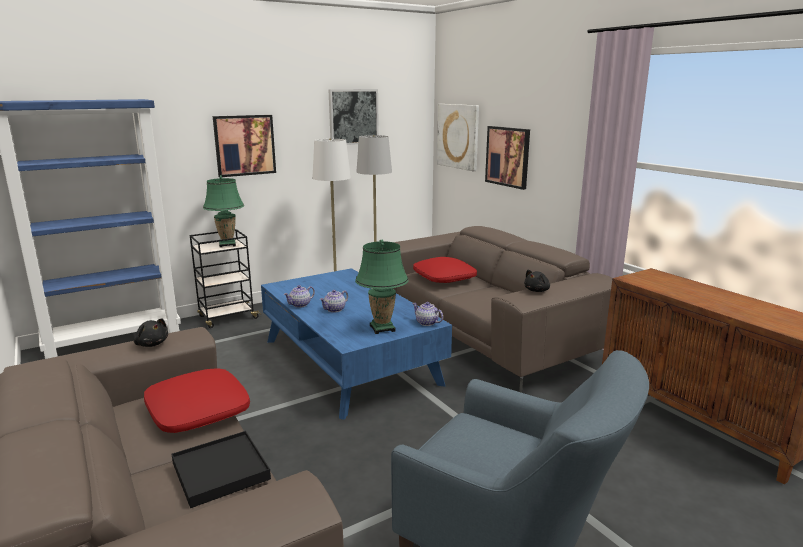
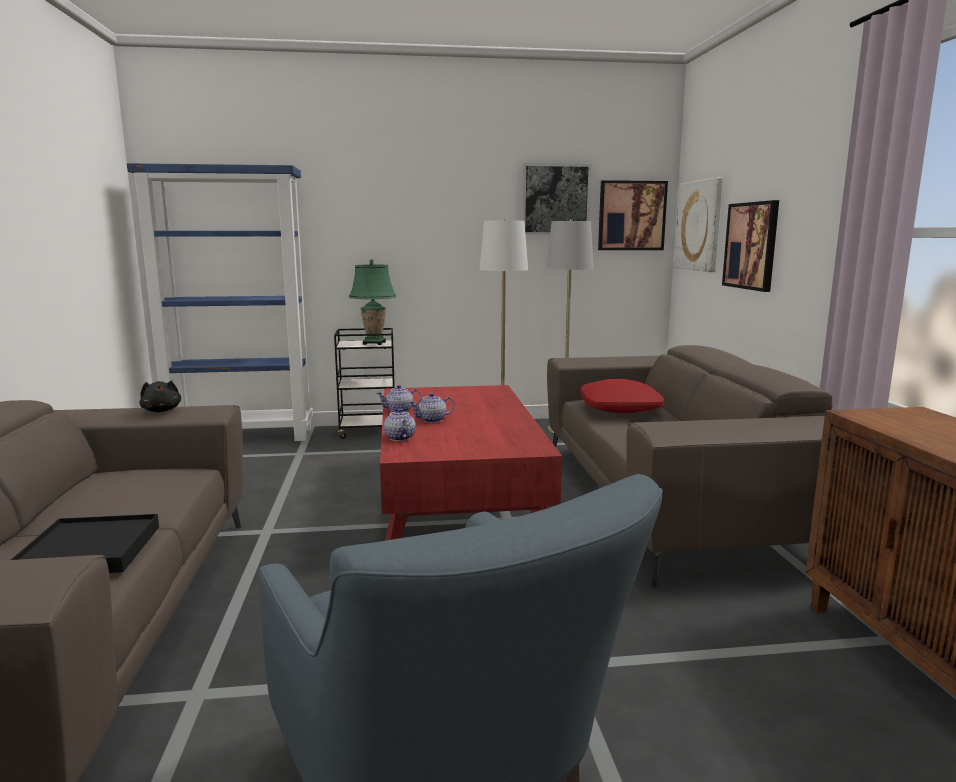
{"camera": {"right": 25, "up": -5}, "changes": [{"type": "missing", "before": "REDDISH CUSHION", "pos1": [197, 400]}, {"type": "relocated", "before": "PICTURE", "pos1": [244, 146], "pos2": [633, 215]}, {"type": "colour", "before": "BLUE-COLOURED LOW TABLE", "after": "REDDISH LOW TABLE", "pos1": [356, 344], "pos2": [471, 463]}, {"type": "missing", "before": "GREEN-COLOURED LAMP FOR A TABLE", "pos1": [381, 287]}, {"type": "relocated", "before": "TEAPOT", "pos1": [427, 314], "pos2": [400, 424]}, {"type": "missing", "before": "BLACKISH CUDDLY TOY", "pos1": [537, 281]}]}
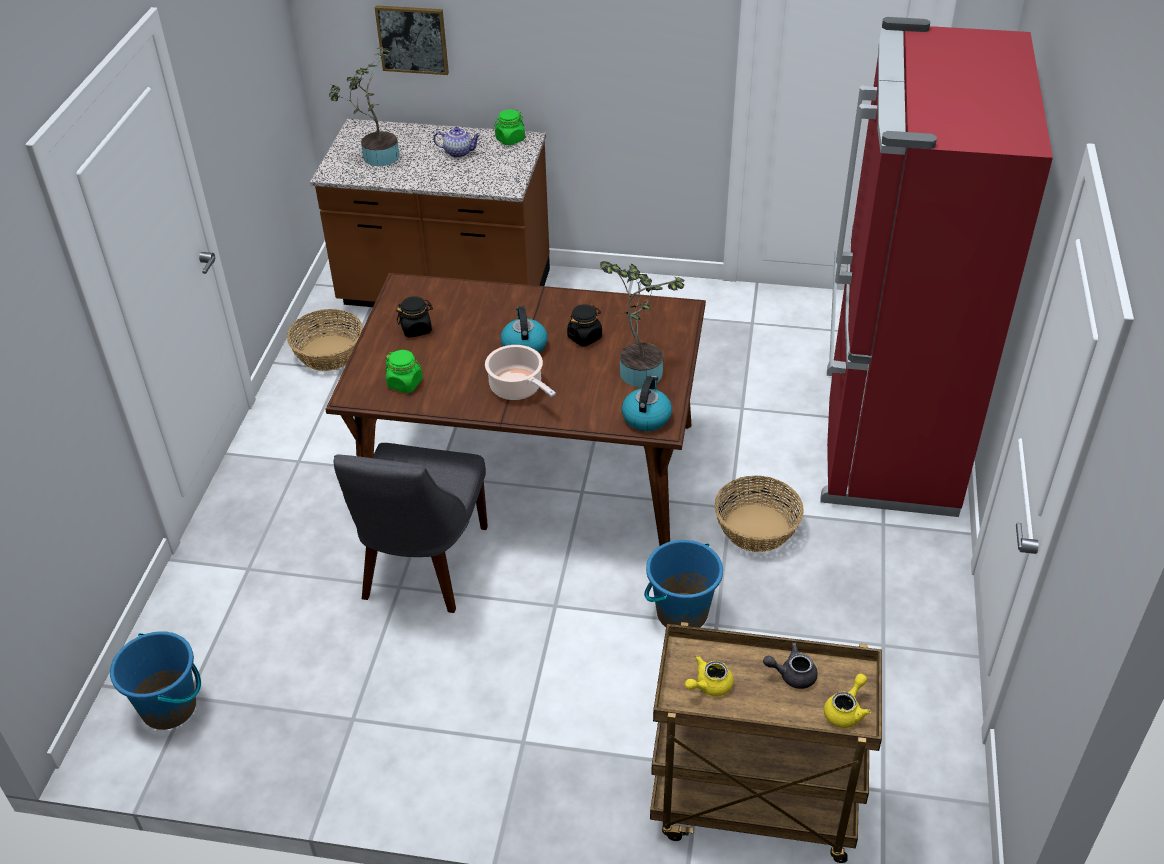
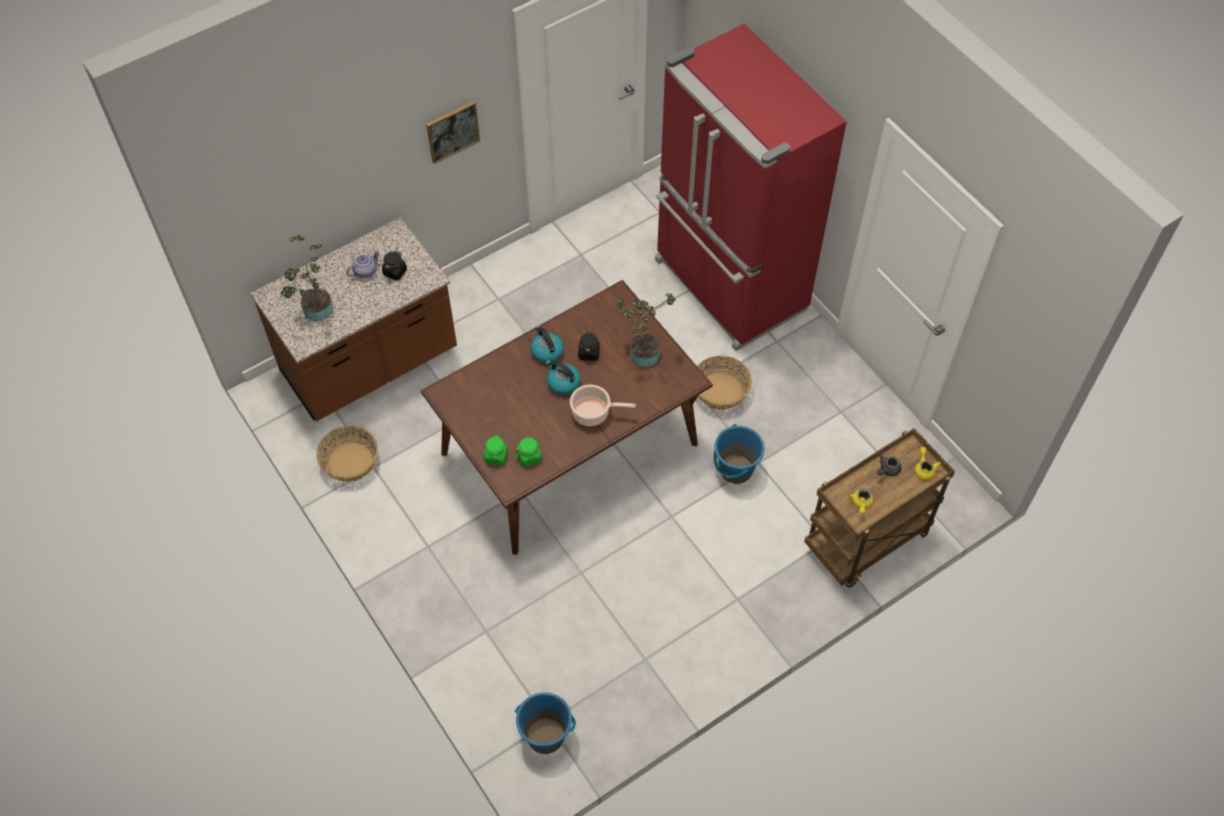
{"camera": {"right": -45, "up": 15}, "changes": [{"type": "missing", "before": "GRAY UPRIGHT CHAIR", "pos1": [410, 528]}, {"type": "relocated", "before": "PICTURE", "pos1": [412, 40], "pos2": [453, 132]}, {"type": "relocated", "before": "BLACKISH JAR", "pos1": [415, 317], "pos2": [394, 265]}, {"type": "relocated", "before": "GREEN-COLOURED JAR", "pos1": [509, 127], "pos2": [496, 450]}, {"type": "relocated", "before": "WATER KETTLE", "pos1": [647, 403], "pos2": [547, 344]}]}
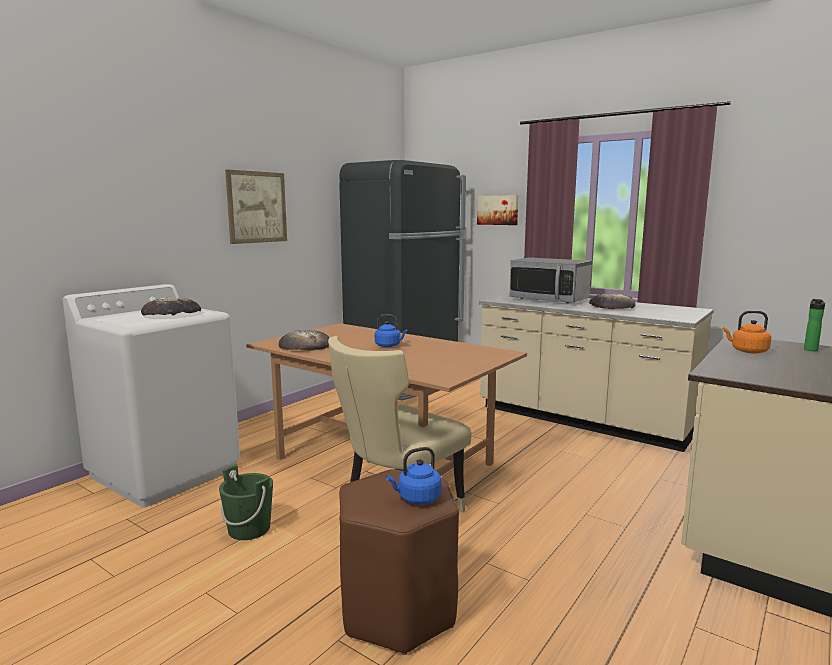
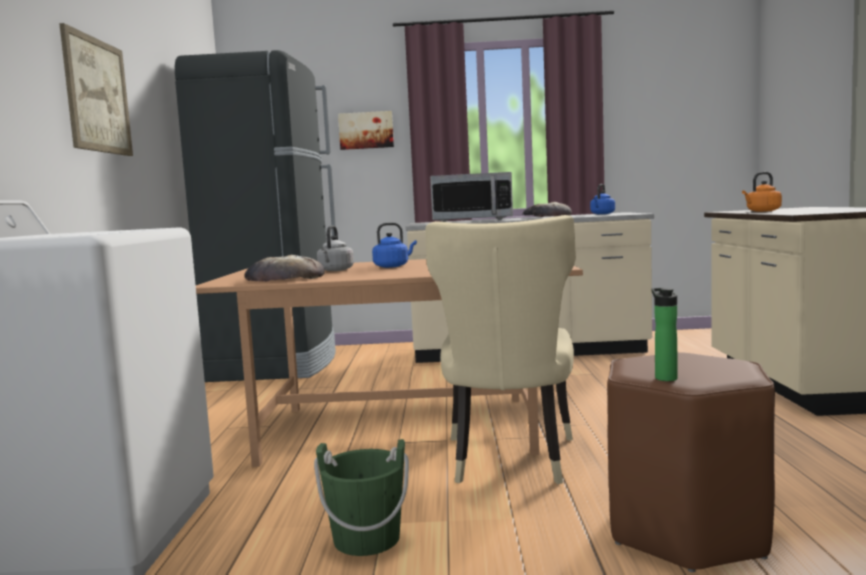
{"camera": {"right": -35, "up": -5}, "changes": [{"type": "missing", "before": "BAKED BREAD", "pos1": [171, 306]}, {"type": "relocated", "before": "BLUE-COLOURED WATER KETTLE", "pos1": [413, 476], "pos2": [602, 199]}, {"type": "relocated", "before": "BEVERAGE BOTTLE", "pos1": [814, 325], "pos2": [665, 334]}, {"type": "appeared", "after": "GRAY WATER KETTLE", "pos2": [335, 248]}]}
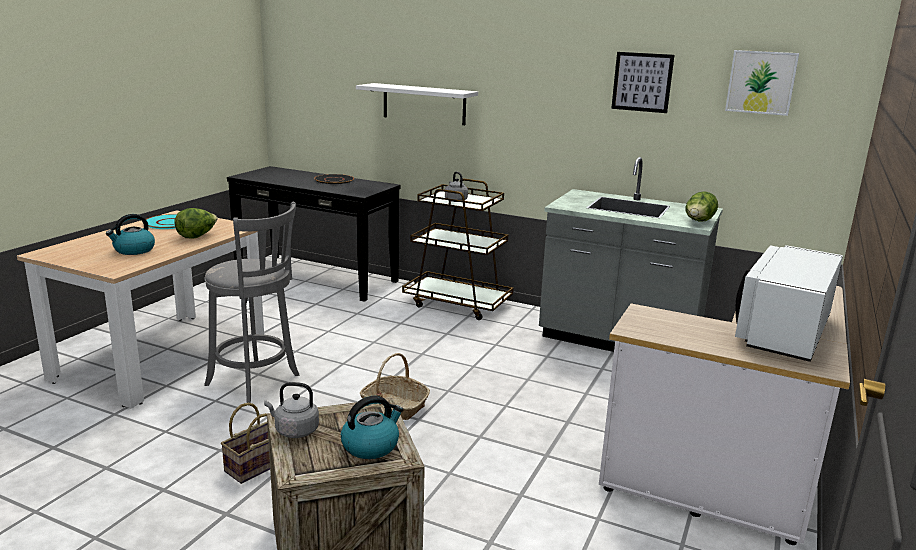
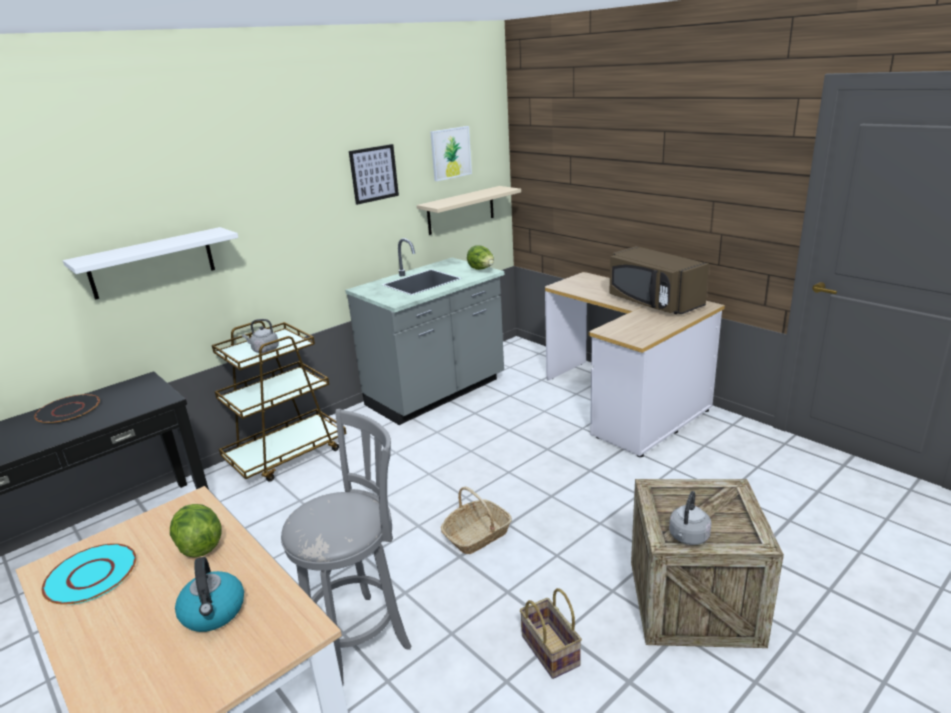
{"camera": {"right": -65, "up": 5}, "changes": [{"type": "missing", "before": "WATER KETTLE", "pos1": [372, 427]}, {"type": "colour", "before": "WHITISH MICROWAVE OVEN", "after": "BROWNISH MICROWAVE OVEN", "pos1": [789, 303], "pos2": [659, 280]}, {"type": "appeared", "after": "SAND-COLOURED WALL SHELF", "pos2": [469, 210]}]}
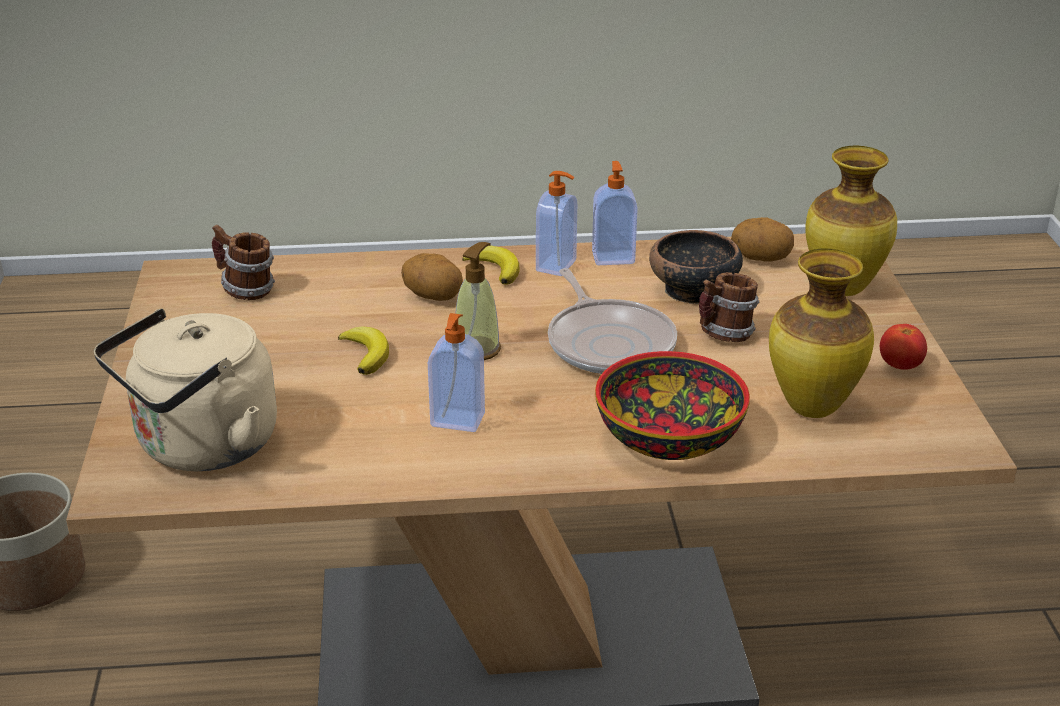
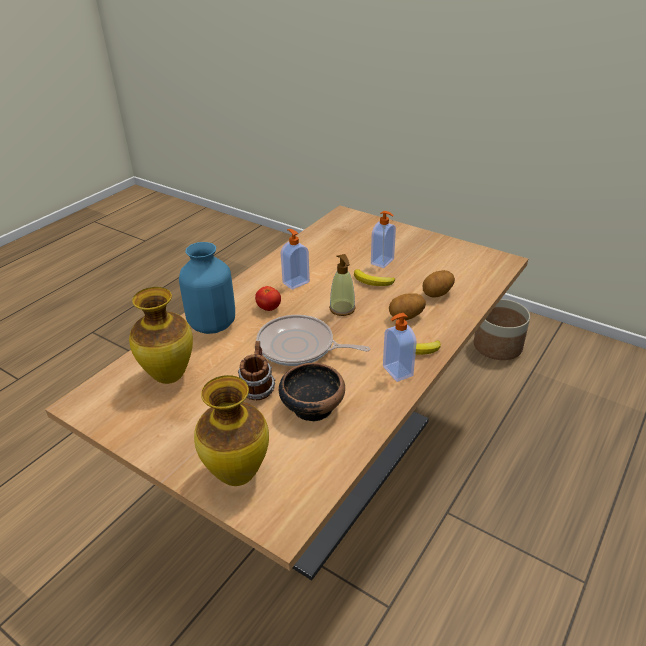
{"camera": {"right": 130, "up": 5}, "changes": [{"type": "missing", "before": "SAND-COLOURED WATER KETTLE", "pos1": [185, 390]}, {"type": "missing", "before": "COFFEE MUG", "pos1": [243, 262]}, {"type": "relocated", "before": "LIQUID SOAP BOTTLE", "pos1": [615, 213], "pos2": [383, 239]}, {"type": "exchanged", "before": "BOWL", "after": "BLUE-COLOURED DECORATIVE VASE", "pos1": [672, 405], "pos2": [207, 288]}, {"type": "relocated", "before": "POTATO", "pos1": [762, 239], "pos2": [439, 284]}, {"type": "relocated", "before": "WHOLE TOMATO", "pos1": [903, 347], "pos2": [268, 298]}]}
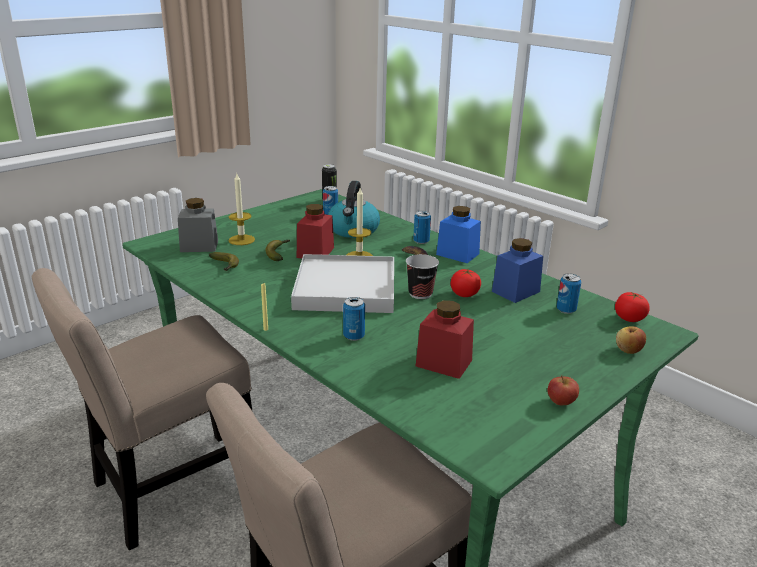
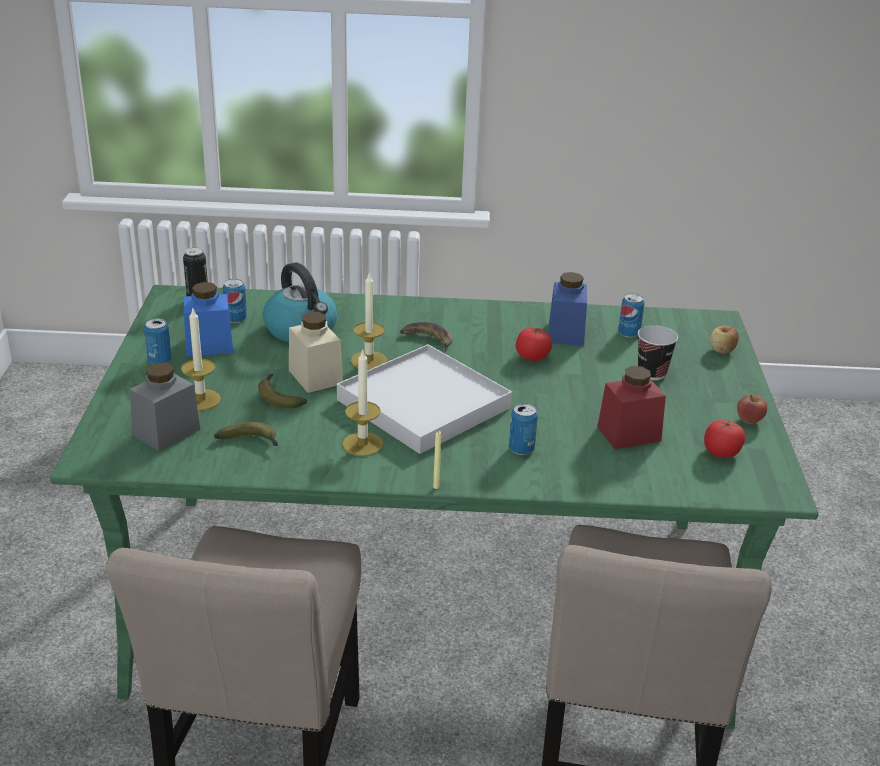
{"camera": {"right": -45, "up": 5}, "changes": [{"type": "colour", "before": "REDDISH JAR", "after": "SAND-COLOURED JAR", "pos1": [315, 231], "pos2": [316, 352]}, {"type": "relocated", "before": "DRINKING CUP", "pos1": [422, 276], "pos2": [658, 352]}, {"type": "relocated", "before": "SEALED CAN", "pos1": [422, 227], "pos2": [158, 341]}, {"type": "relocated", "before": "BLUE-COLOURED JAR", "pos1": [458, 234], "pos2": [208, 319]}, {"type": "relocated", "before": "WHOLE TOMATO", "pos1": [632, 307], "pos2": [724, 438]}, {"type": "appeared", "after": "WAX CANDLE", "pos2": [362, 402]}]}
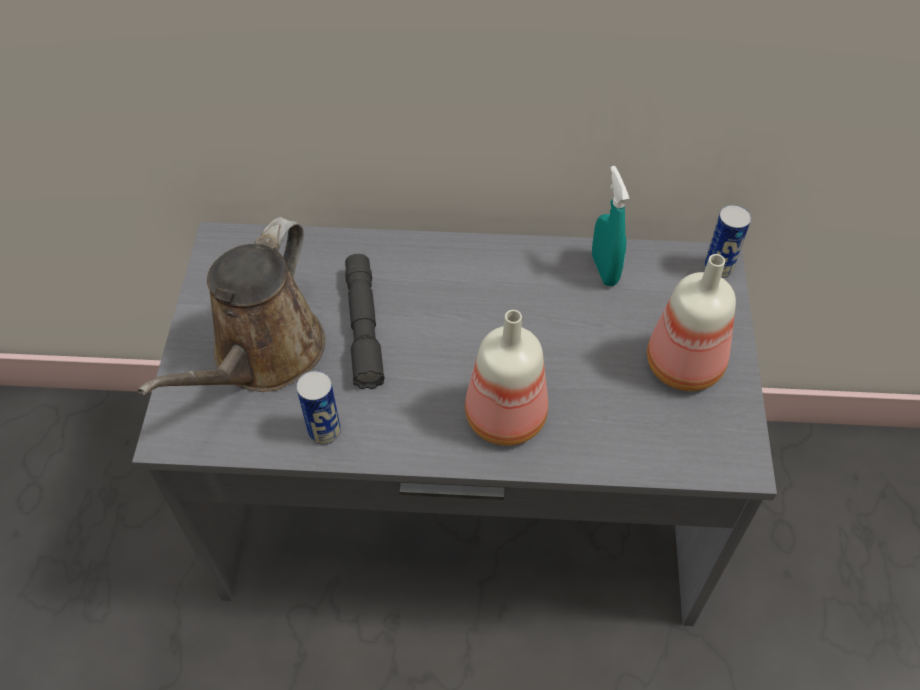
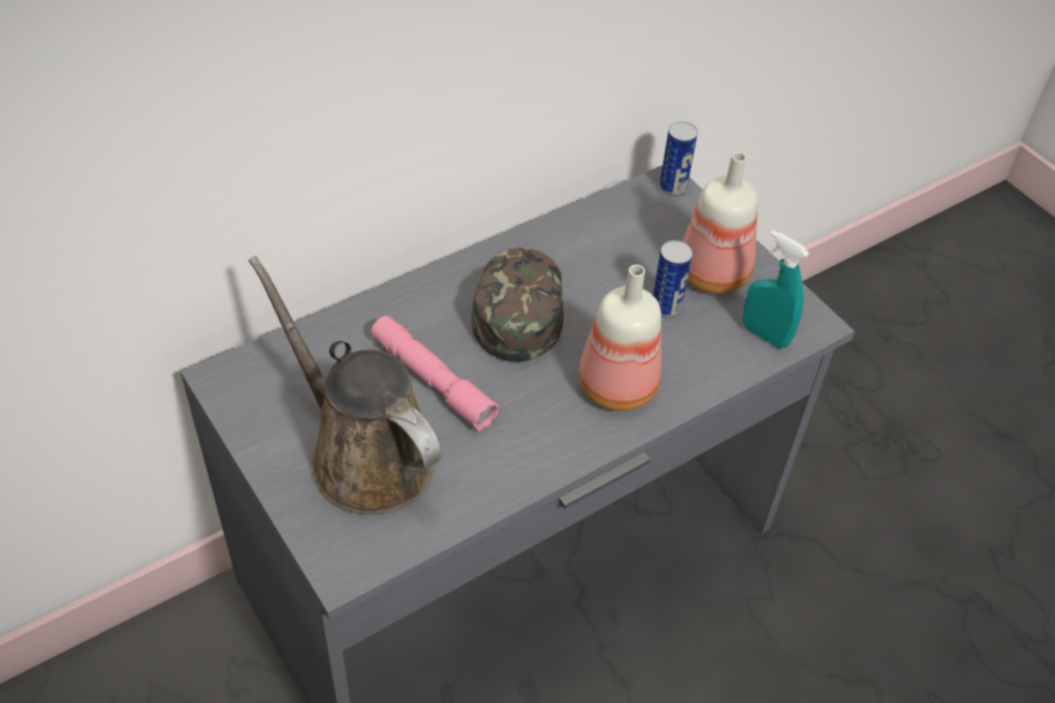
{"camera": {"right": -40, "up": -5}, "changes": [{"type": "spun", "before": "BROWNISH WATERING CAN", "pos1": [231, 306], "pos2": [345, 385], "turn": 150}, {"type": "relocated", "before": "SEALED CAN", "pos1": [318, 407], "pos2": [673, 279]}, {"type": "colour", "before": "GRAY HAND TORCH", "after": "PINKISH HAND TORCH", "pos1": [365, 321], "pos2": [435, 373]}, {"type": "relocated", "before": "BLUE-GREEN HAND SPRAYER", "pos1": [610, 226], "pos2": [776, 289]}, {"type": "appeared", "after": "GREEN-COLOURED BASEBALL CAP", "pos2": [517, 305]}]}
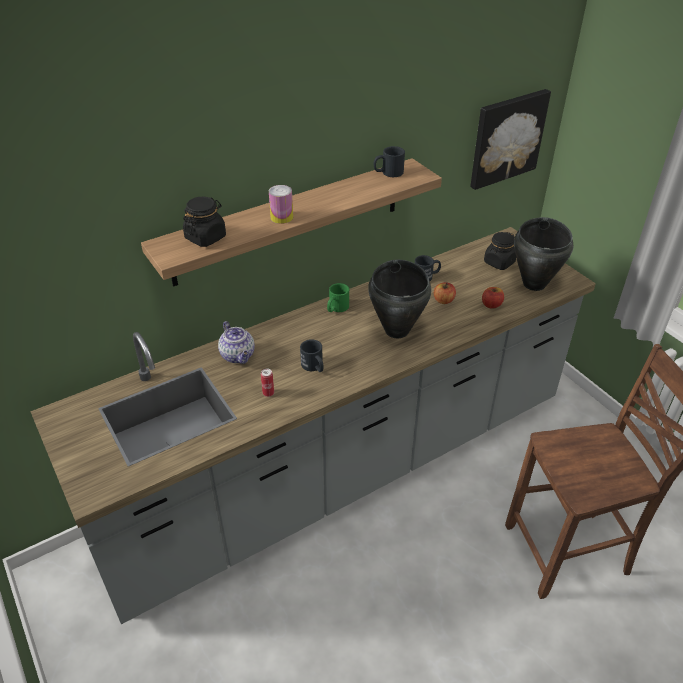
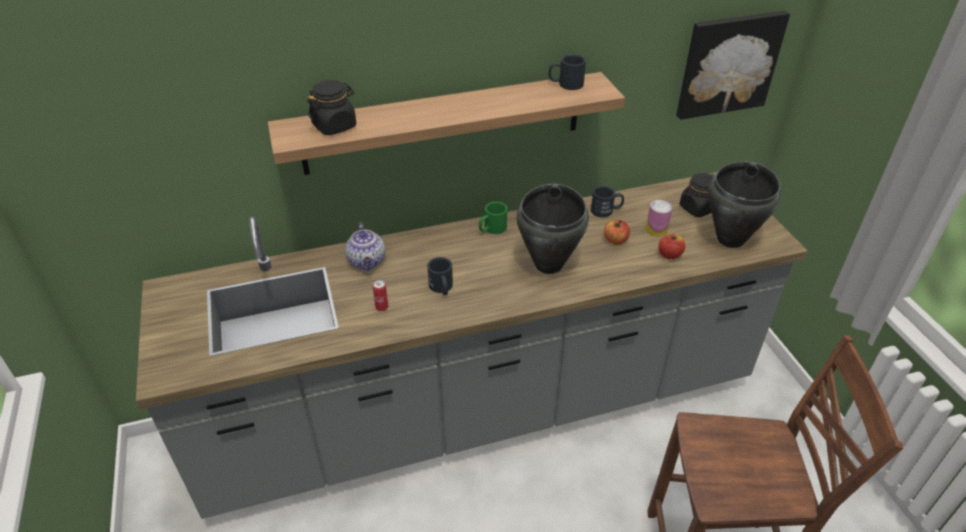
{"camera": {"right": 15, "up": 0}, "changes": [{"type": "relocated", "before": "SEALED CAN", "pos1": [281, 204], "pos2": [659, 218]}]}
